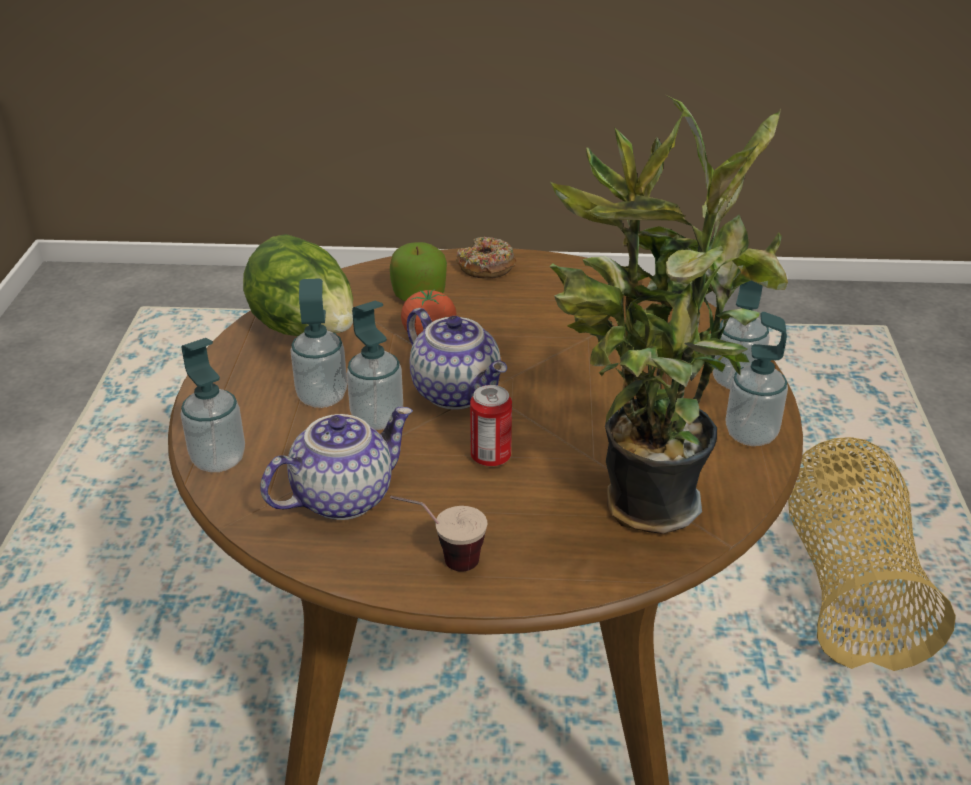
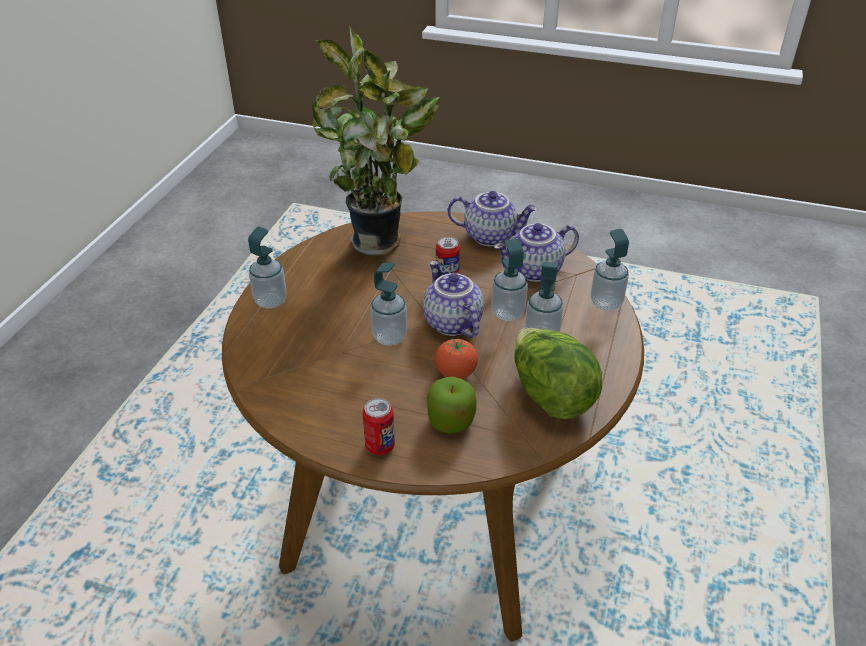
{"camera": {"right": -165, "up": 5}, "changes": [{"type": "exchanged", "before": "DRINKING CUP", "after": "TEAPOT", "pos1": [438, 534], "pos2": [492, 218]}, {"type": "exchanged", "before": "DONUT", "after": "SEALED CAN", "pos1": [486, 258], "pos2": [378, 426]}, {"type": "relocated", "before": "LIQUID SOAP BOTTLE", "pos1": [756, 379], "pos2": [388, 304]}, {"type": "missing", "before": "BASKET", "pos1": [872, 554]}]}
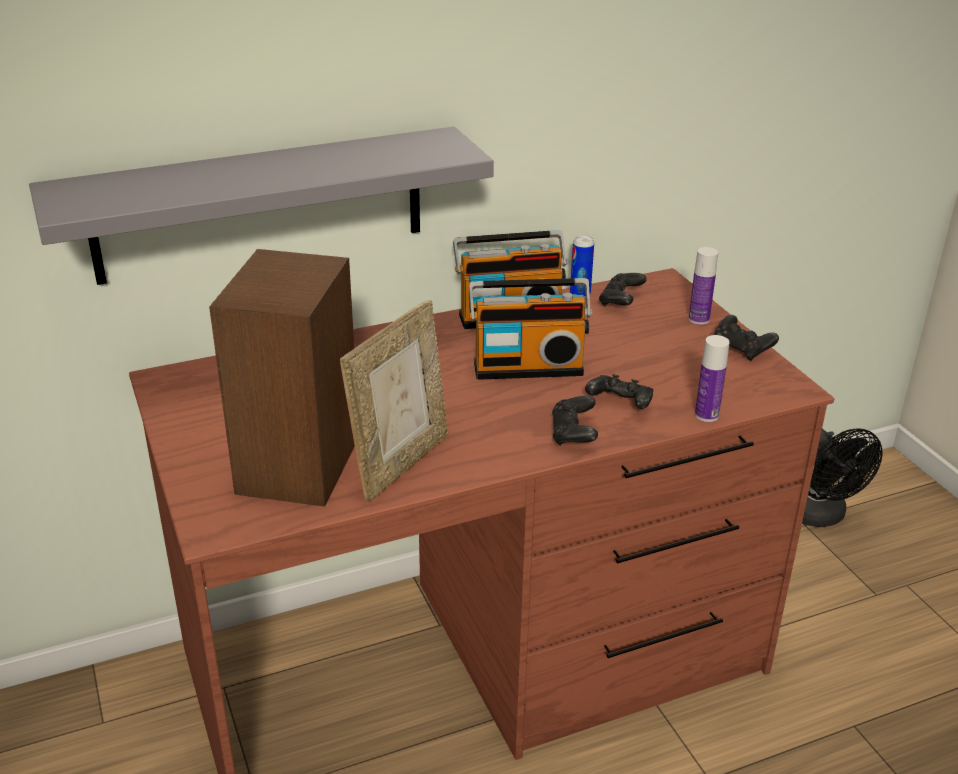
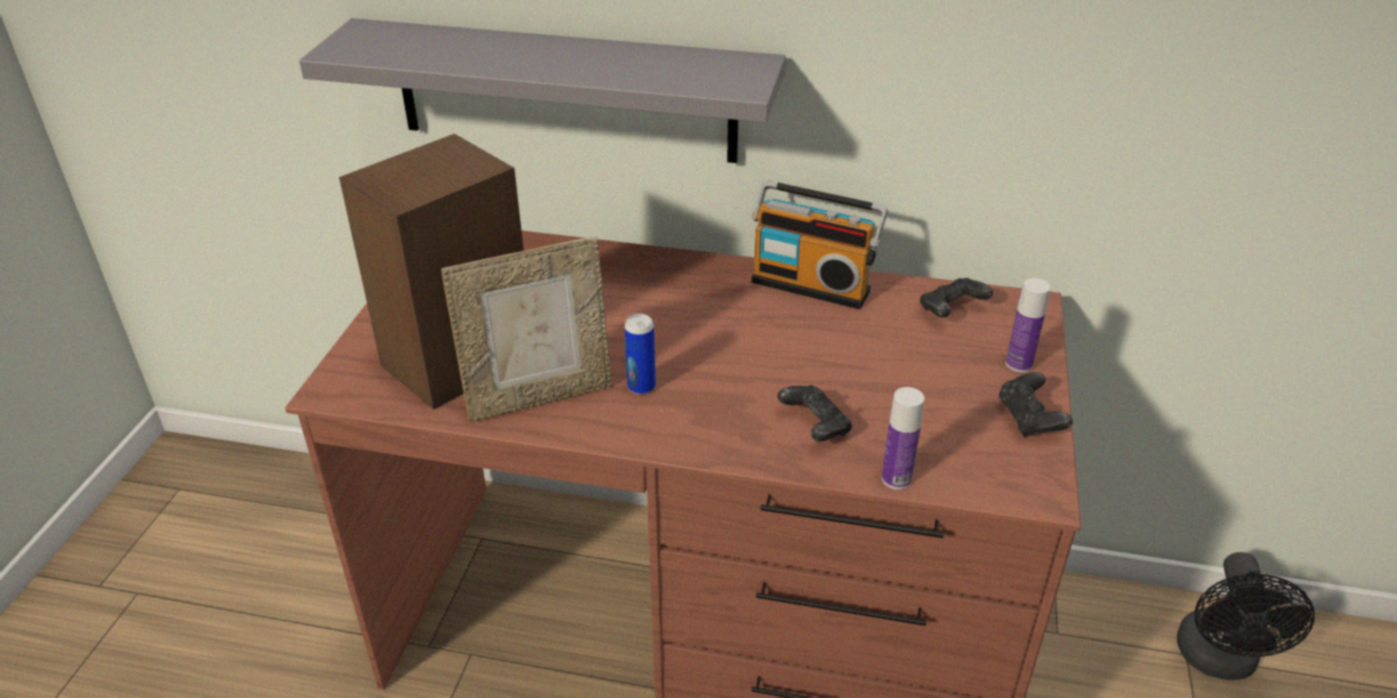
{"camera": {"right": 35, "up": 5}, "changes": [{"type": "missing", "before": "RADIO", "pos1": [530, 329]}, {"type": "missing", "before": "BLACKISH GAMEPAD", "pos1": [575, 421]}, {"type": "relocated", "before": "SEALED CAN", "pos1": [582, 266], "pos2": [640, 354]}]}
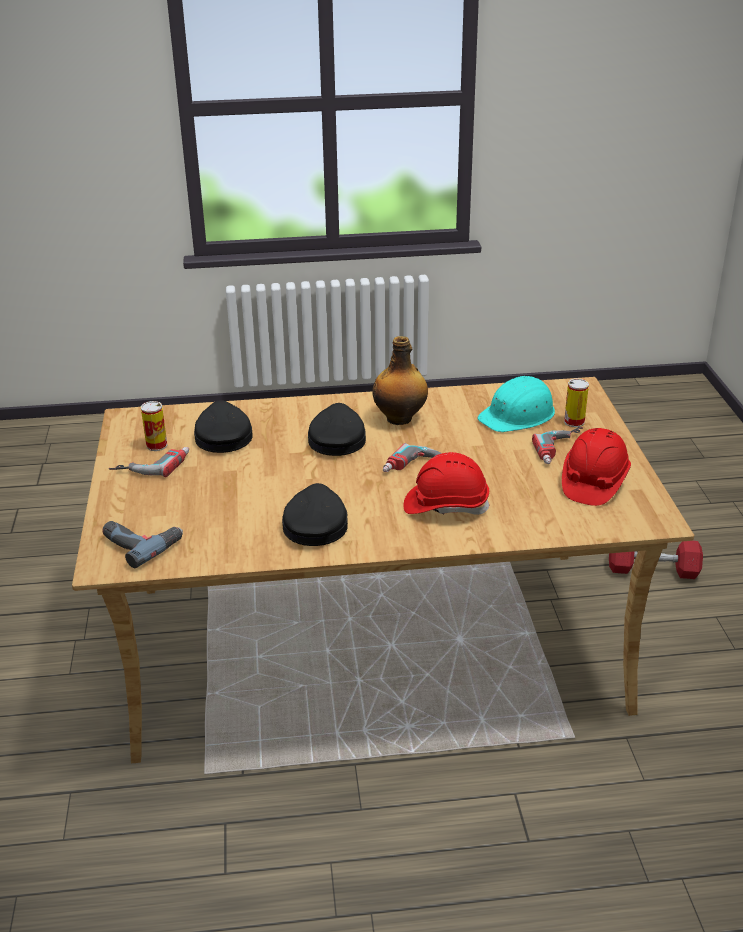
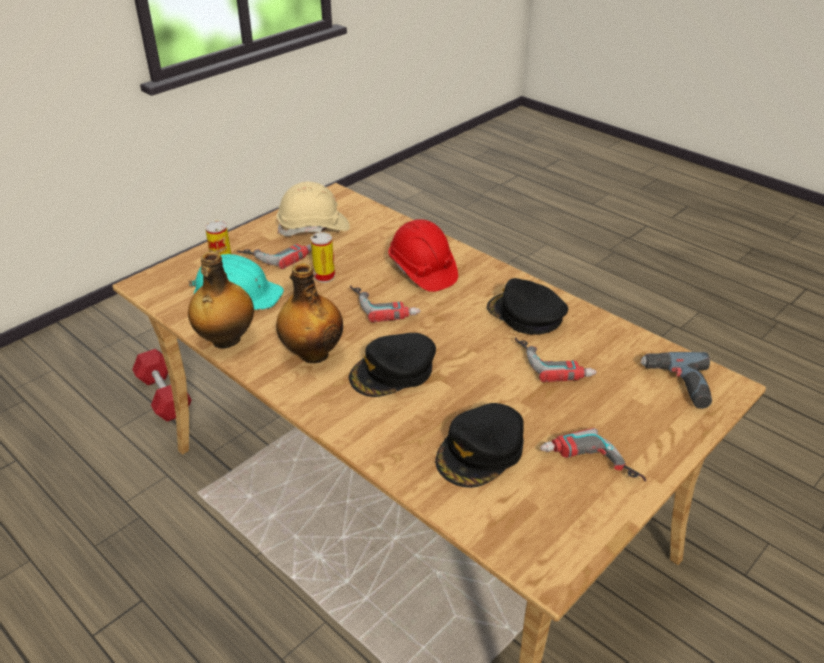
{"camera": {"right": -130, "up": 5}, "changes": [{"type": "relocated", "before": "SEALED CAN", "pos1": [154, 426], "pos2": [323, 257]}, {"type": "spun", "before": "BLACKISH BASEBALL CAP", "pos1": [315, 514], "pos2": [527, 306], "turn": 75}, {"type": "colour", "before": "REDDISH WORK HELMET", "after": "SAND-COLOURED WORK HELMET", "pos1": [596, 467], "pos2": [313, 209]}, {"type": "appeared", "after": "BEVERAGE BOTTLE", "pos2": [221, 300]}, {"type": "appeared", "after": "ELECTRIC DRILL", "pos2": [556, 359]}]}
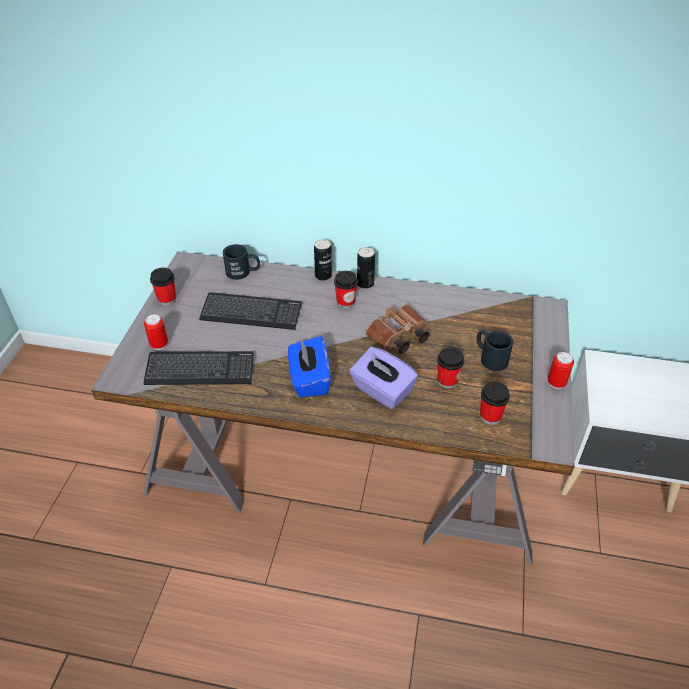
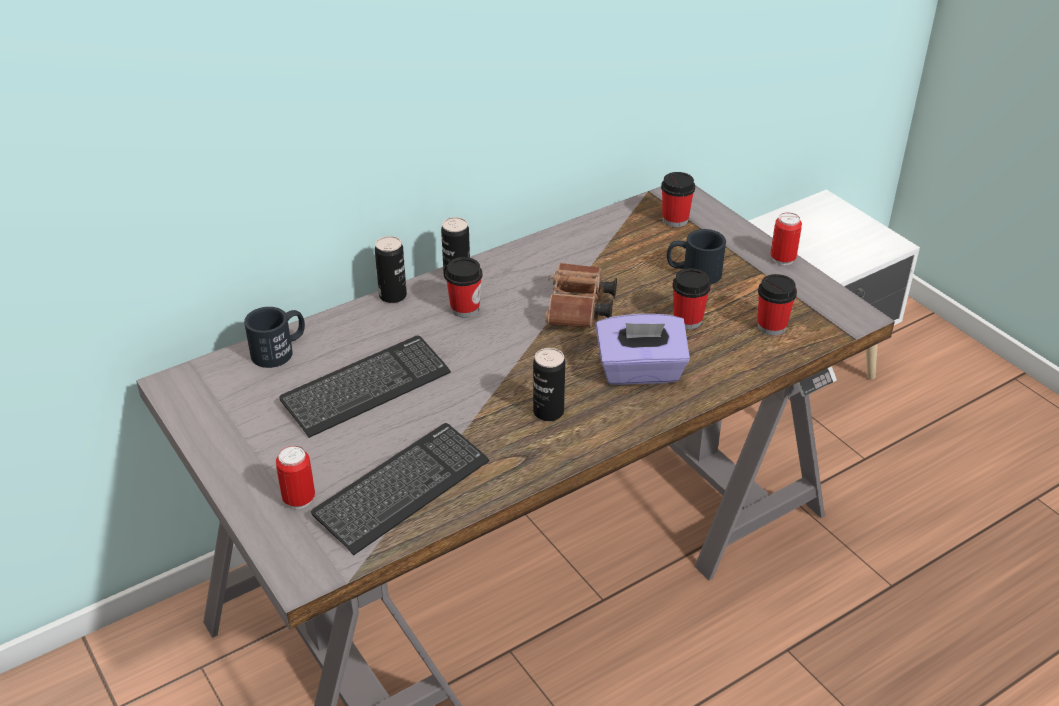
{"camera": {"right": -45, "up": -5}, "changes": [{"type": "relocated", "before": "DRINKING CUP", "pos1": [163, 286], "pos2": [678, 199]}, {"type": "exchanged", "before": "BLUE-COLOURED BOX OF TISSUES", "after": "SEALED CAN", "pos1": [309, 367], "pos2": [549, 384]}]}
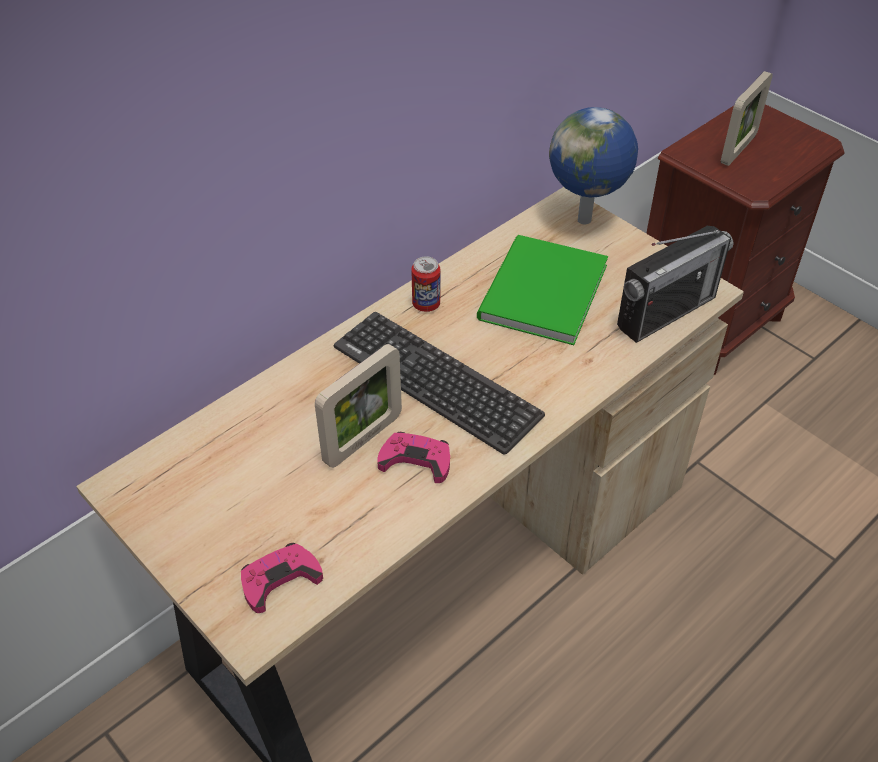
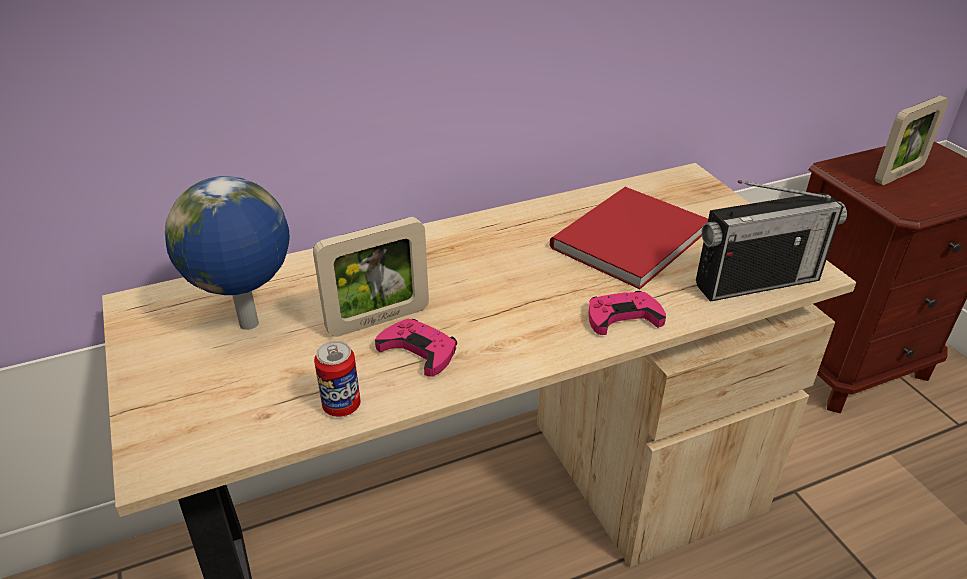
{"camera": {"right": 20, "up": -10}, "changes": [{"type": "relocated", "before": "PINKISH GAMEPAD", "pos1": [282, 578], "pos2": [627, 313]}, {"type": "missing", "before": "PC KEYBOARD", "pos1": [439, 383]}, {"type": "relocated", "before": "SEALED CAN", "pos1": [425, 284], "pos2": [337, 379]}, {"type": "colour", "before": "GREEN-COLOURED BOUND BOOK", "after": "REDDISH BOUND BOOK", "pos1": [542, 290], "pos2": [629, 238]}, {"type": "relocated", "before": "DESK GLOBE", "pos1": [593, 165], "pos2": [227, 253]}]}
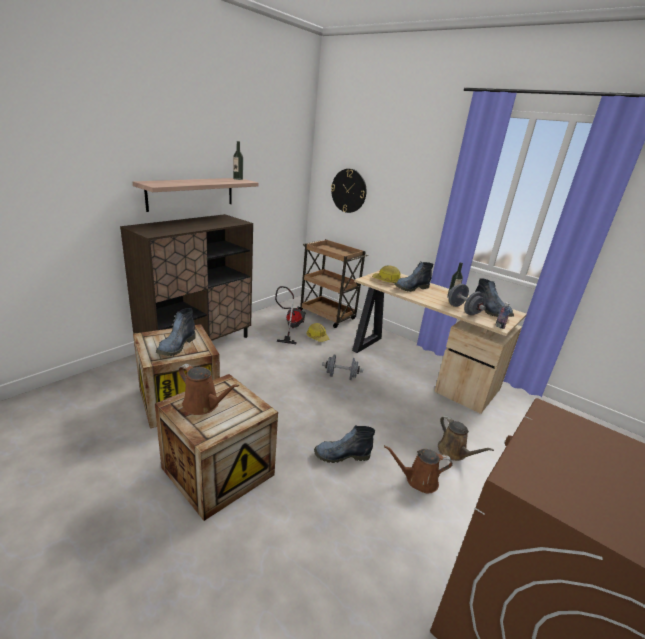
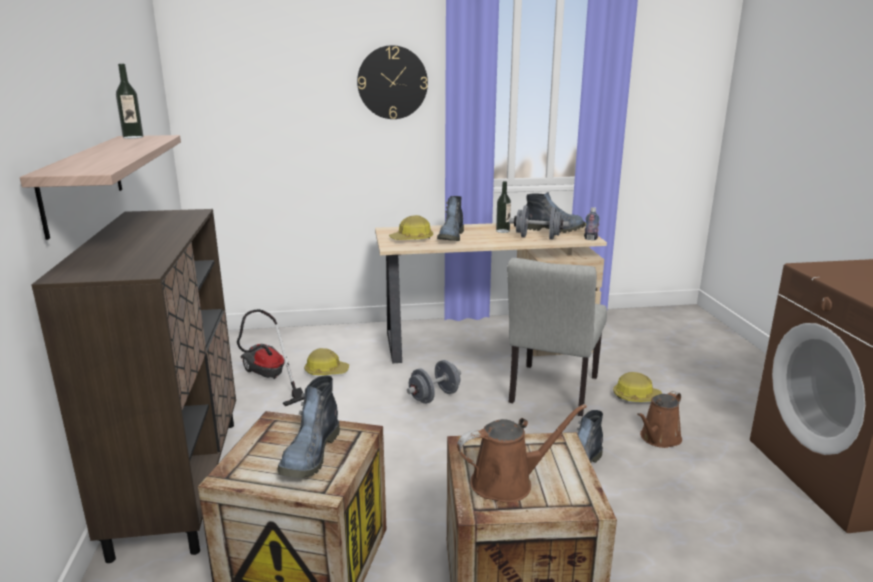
{"camera": {"right": -45, "up": -5}, "changes": [{"type": "spun", "before": "BOOT", "pos1": [176, 332], "pos2": [309, 426], "turn": 45}, {"type": "missing", "before": "BROWNISH WHEELED CART", "pos1": [333, 283]}, {"type": "relocated", "before": "CLOCK ON THE WALL", "pos1": [348, 191], "pos2": [392, 82]}, {"type": "exchanged", "before": "BROWNISH WATERING CAN", "after": "WORK HELMET", "pos1": [466, 438], "pos2": [637, 387]}, {"type": "appeared", "after": "GRAY UPRIGHT CHAIR", "pos2": [557, 337]}]}
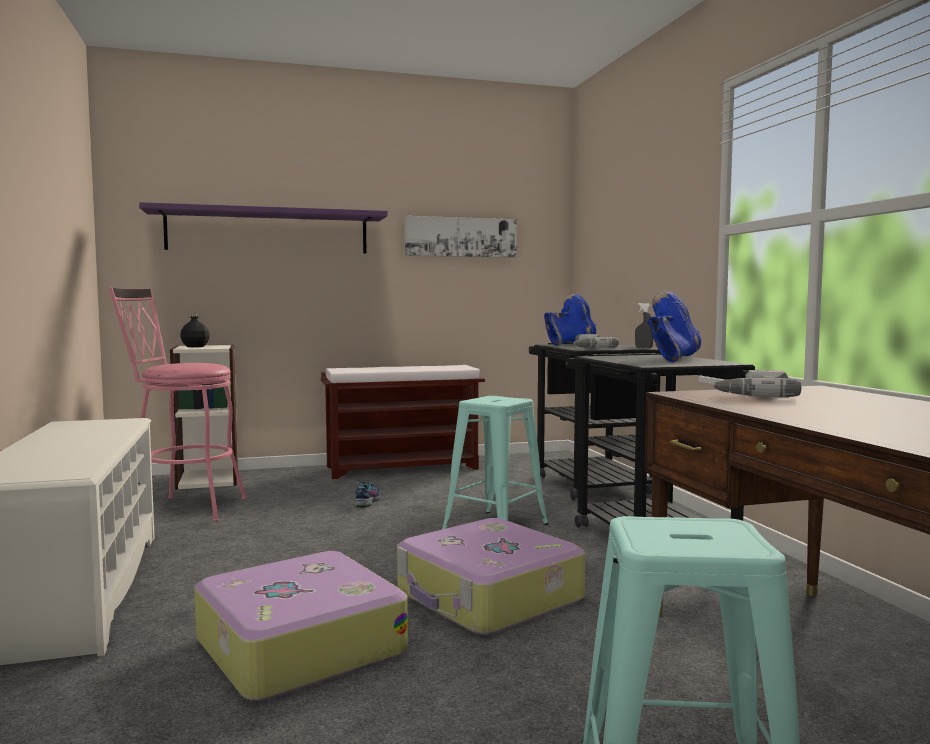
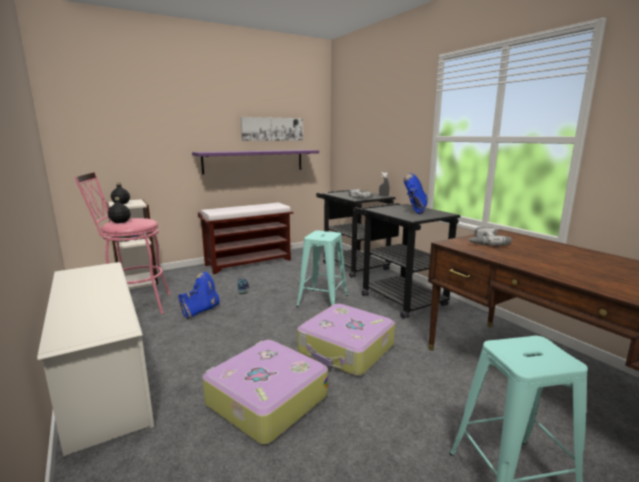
{"camera": {"right": -15, "up": 10}, "changes": [{"type": "relocated", "before": "PURPLISH WALL SHELF", "pos1": [263, 227], "pos2": [255, 162]}, {"type": "relocated", "before": "BLUE-COLOURED BOOT", "pos1": [570, 320], "pos2": [199, 295]}, {"type": "appeared", "after": "BLACKISH BEVERAGE BOTTLE", "pos2": [119, 210]}]}
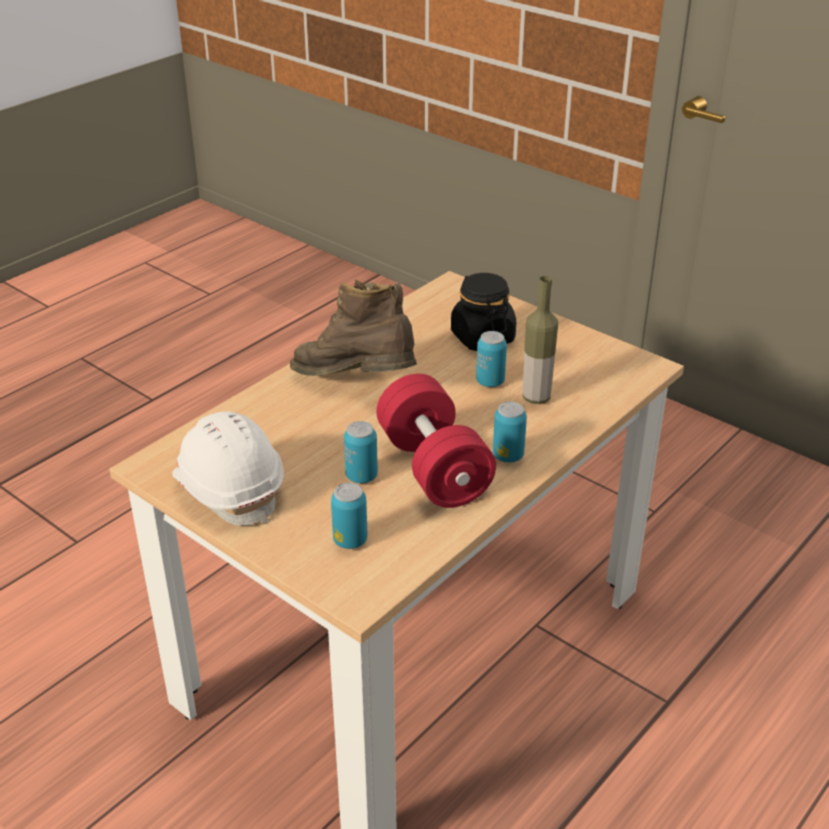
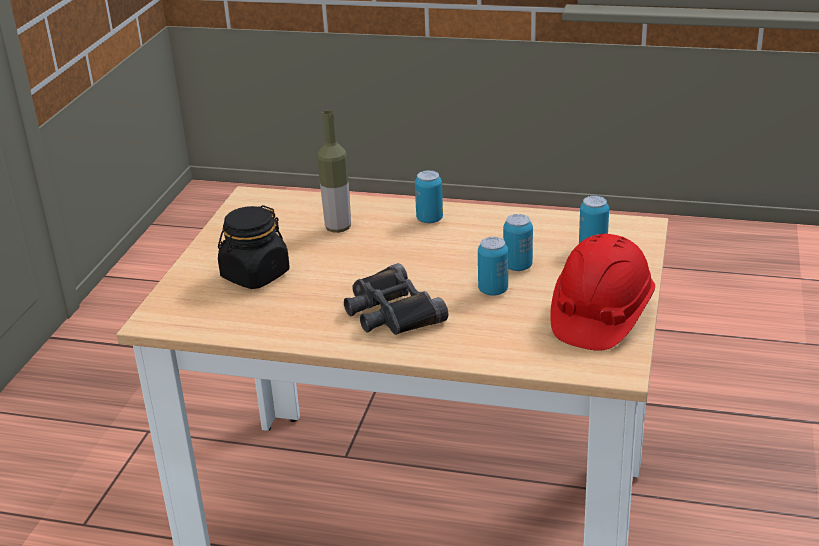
{"camera": {"right": -115, "up": -5}, "changes": [{"type": "colour", "before": "WHITISH WORK HELMET", "after": "REDDISH WORK HELMET", "pos1": [227, 468], "pos2": [602, 292]}, {"type": "exchanged", "before": "BROWNISH BOOT", "after": "BLACKISH FIELD GLASSES", "pos1": [353, 328], "pos2": [396, 299]}, {"type": "missing", "before": "REDDISH HAND WEIGHT", "pos1": [436, 441]}, {"type": "relocated", "before": "SEALED CAN", "pos1": [491, 359], "pos2": [493, 266]}]}
